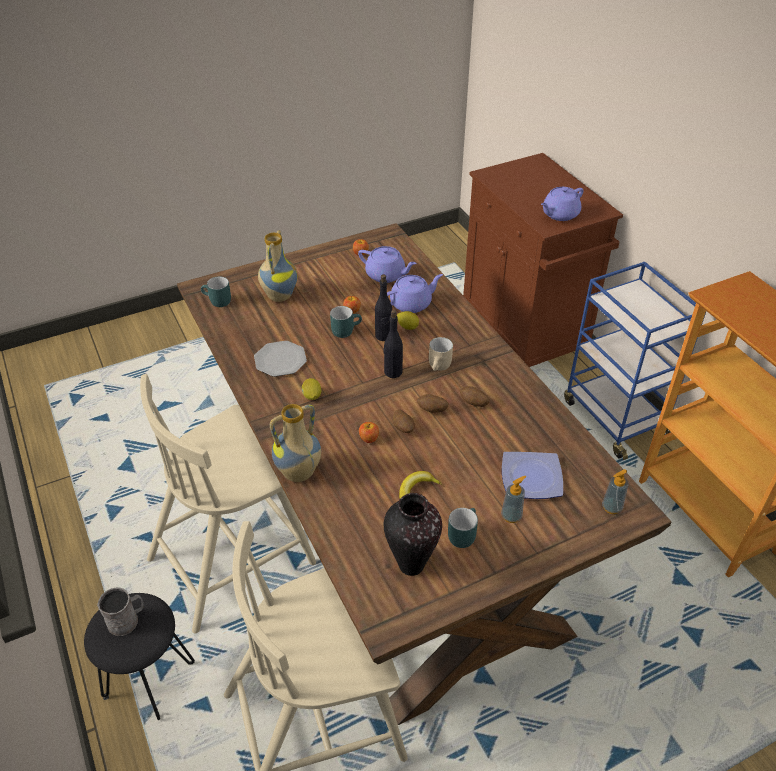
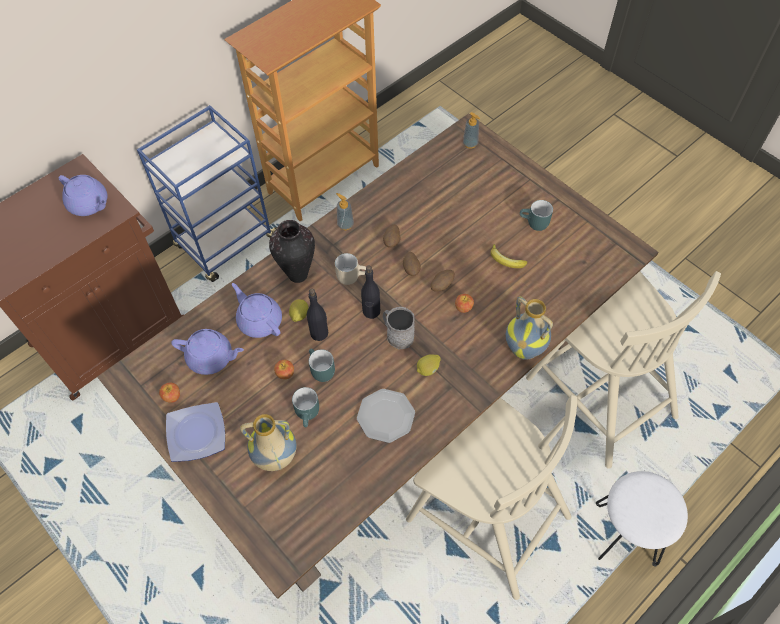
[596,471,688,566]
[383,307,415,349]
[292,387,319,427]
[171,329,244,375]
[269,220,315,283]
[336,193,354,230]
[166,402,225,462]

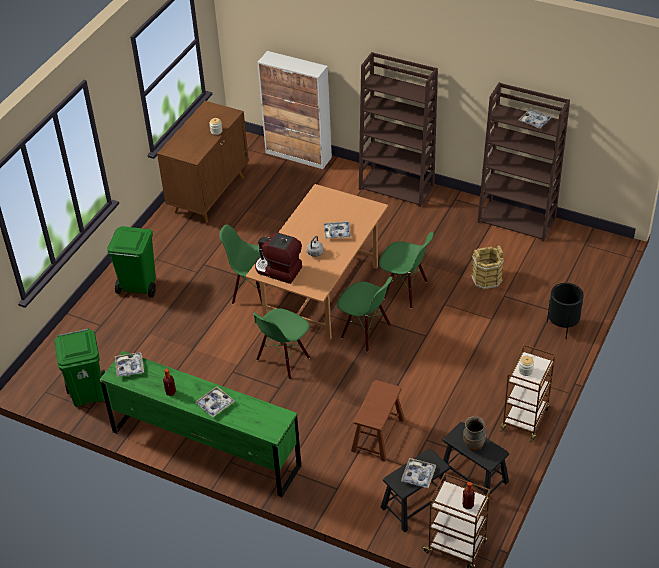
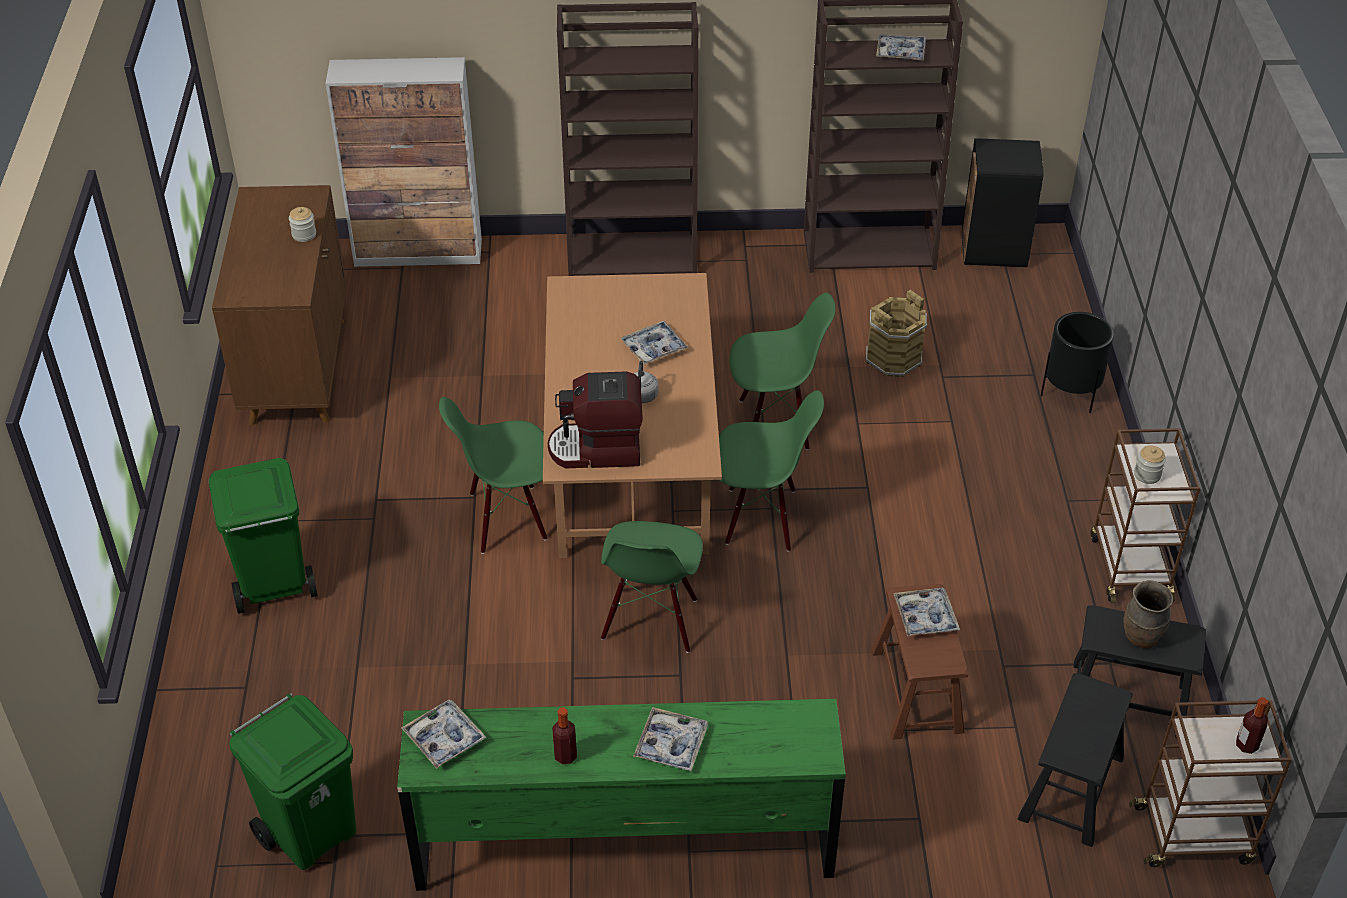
[893,588,960,637]
[962,138,1043,267]

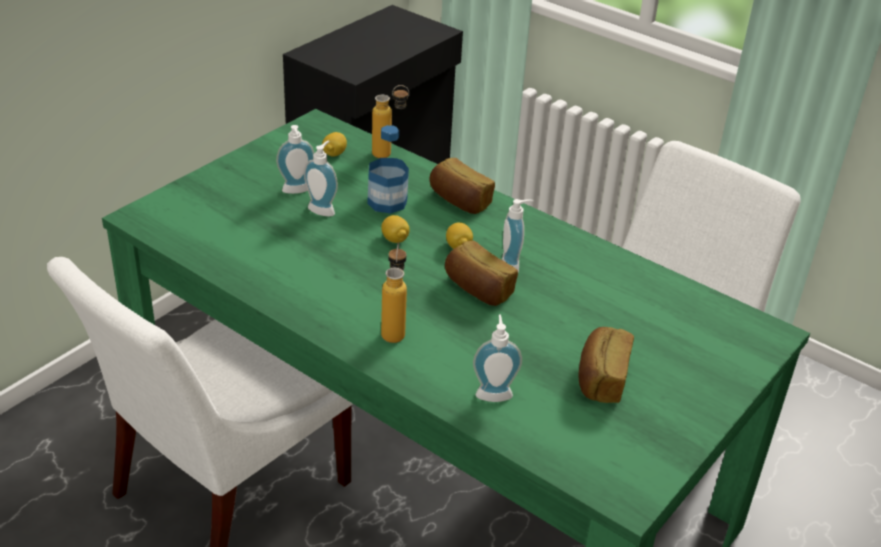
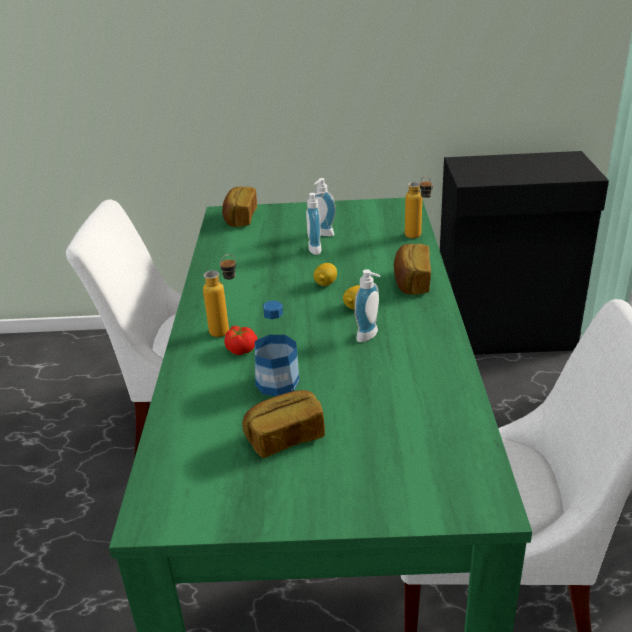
[322,132,347,156] (first image)
[255,301,300,396]
[222,186,257,227]
[473,314,522,402] (first image)
[224,326,258,355]

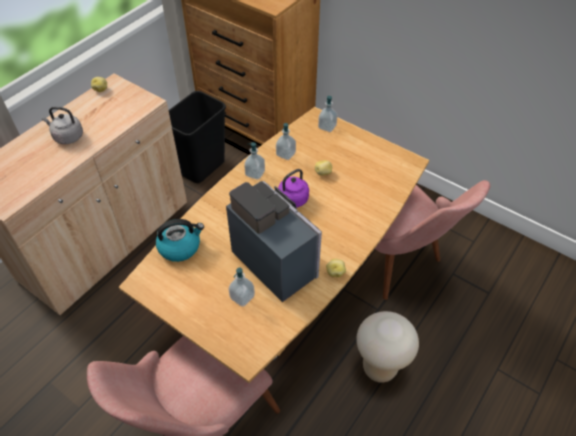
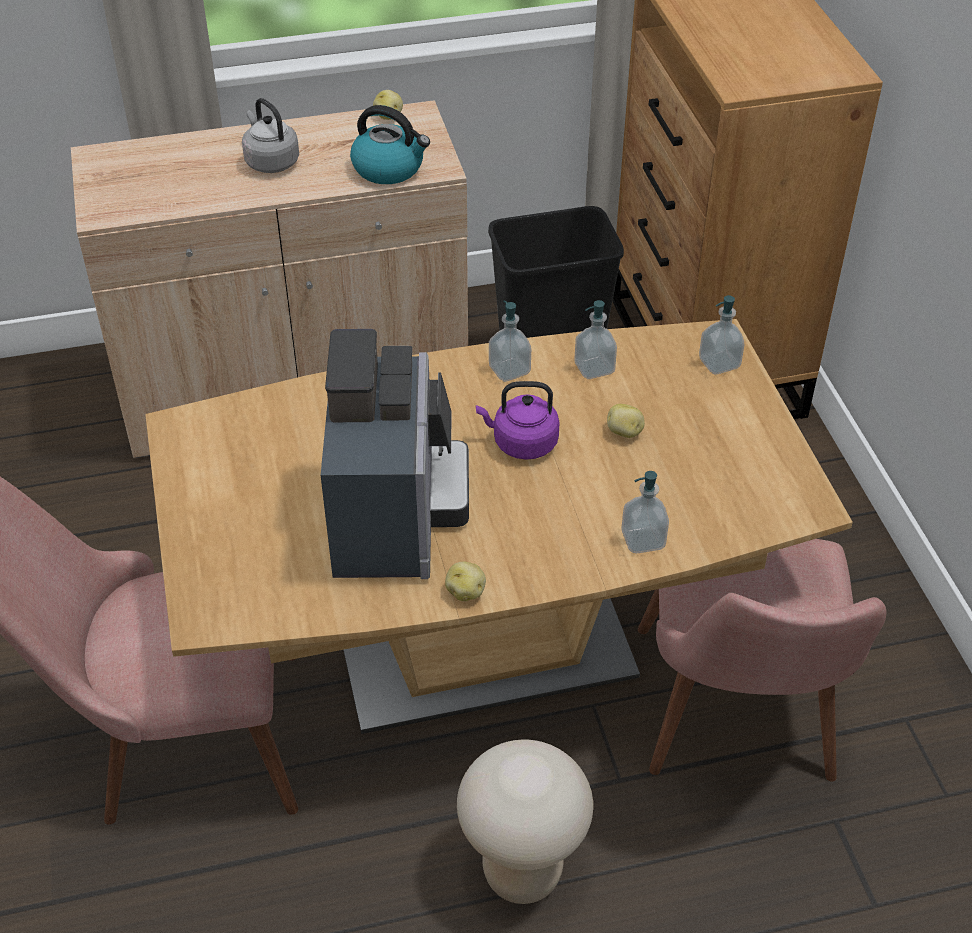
[350,105,430,184]
[621,471,669,553]

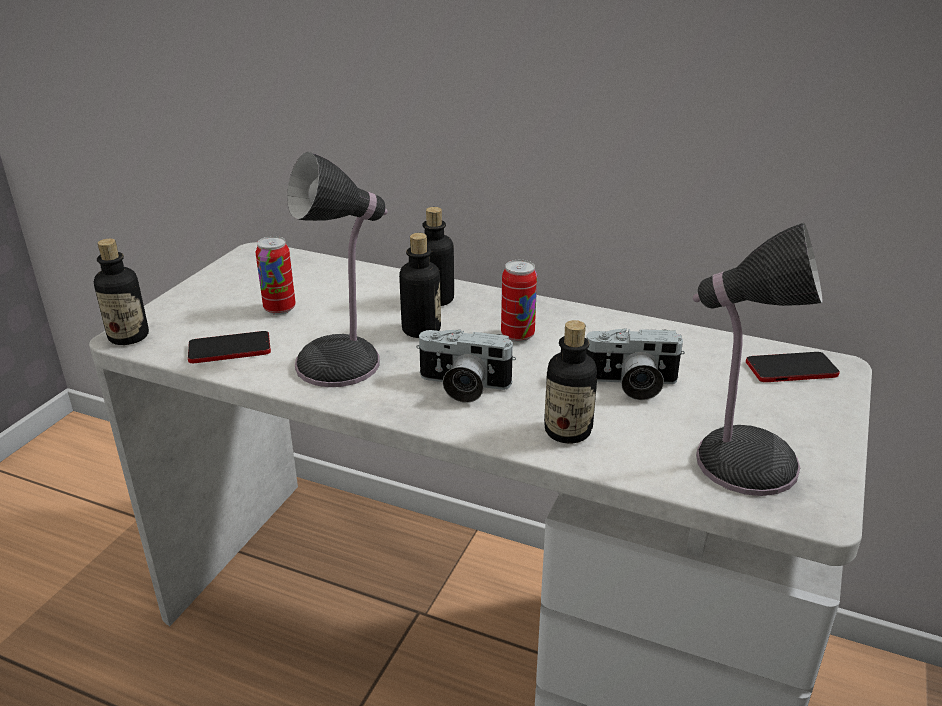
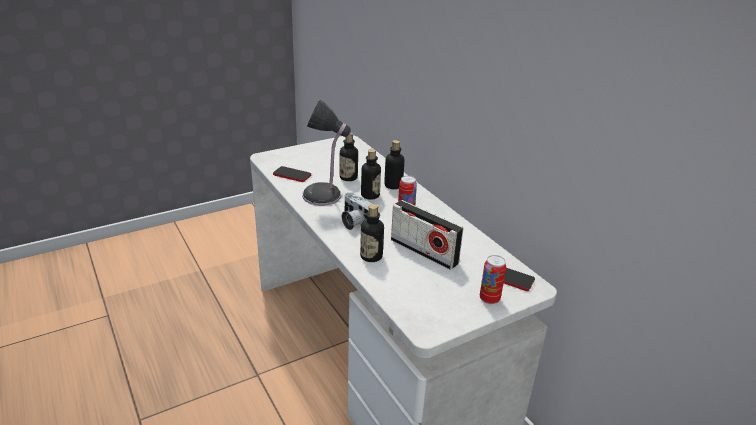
[340,134,358,181]
[480,255,506,304]
[391,200,464,270]
[693,223,822,496] (first image)

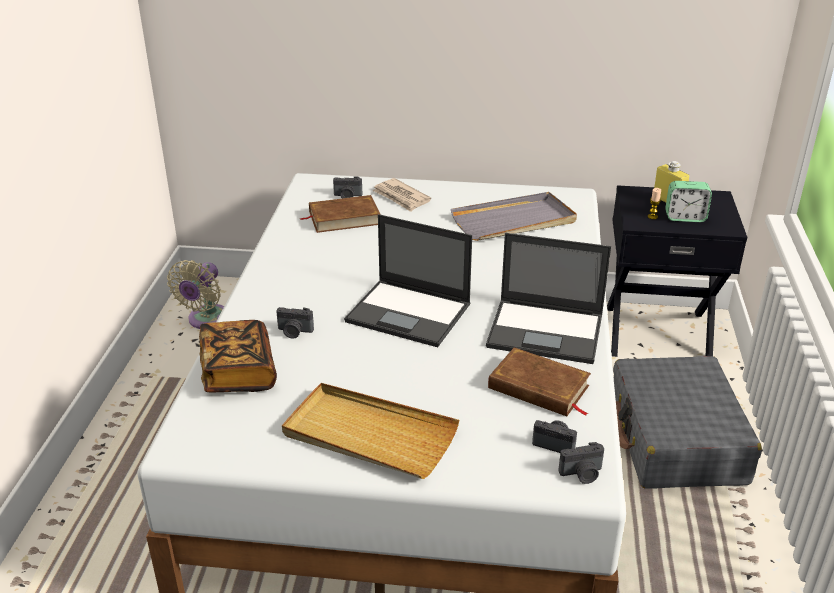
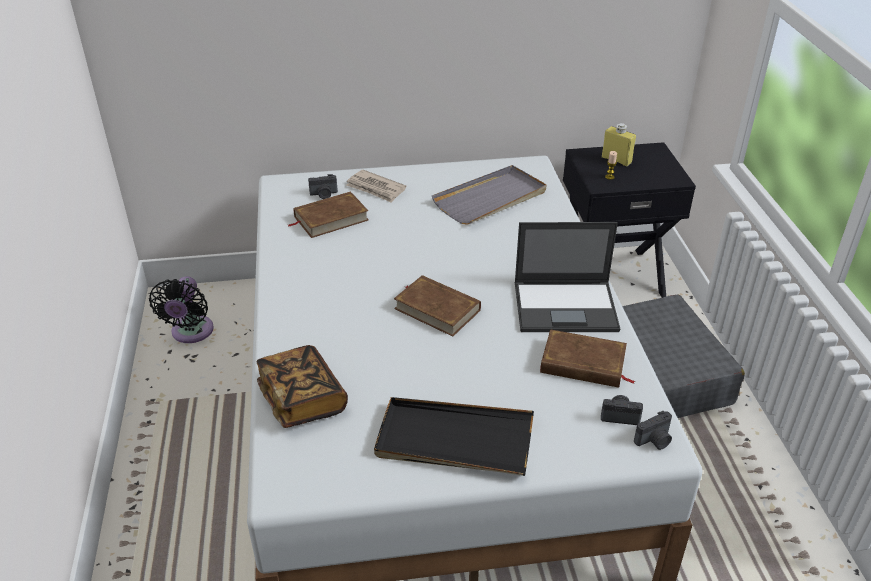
[149,276,214,343]
[276,307,314,339] (first image)
[374,397,534,476]
[394,275,481,336]
[665,181,712,222] (first image)

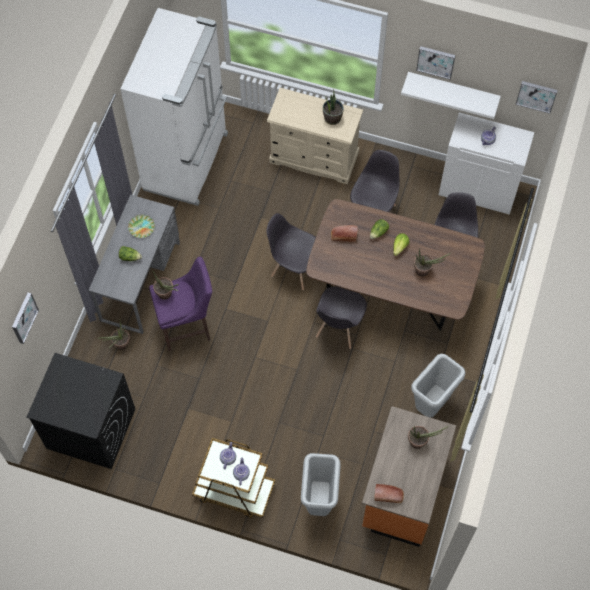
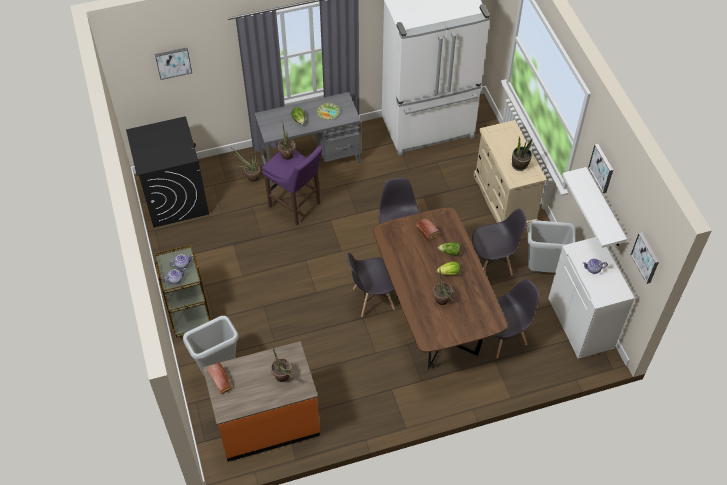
[527,220,576,273]

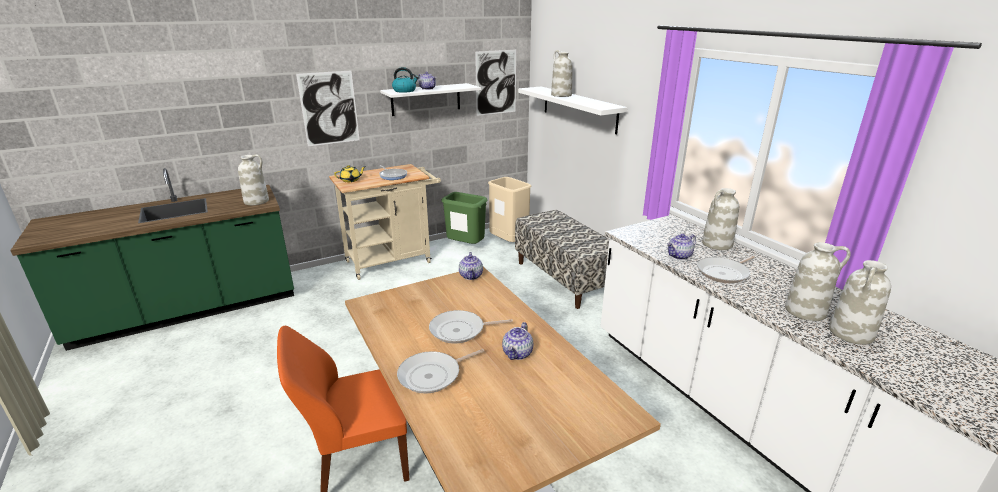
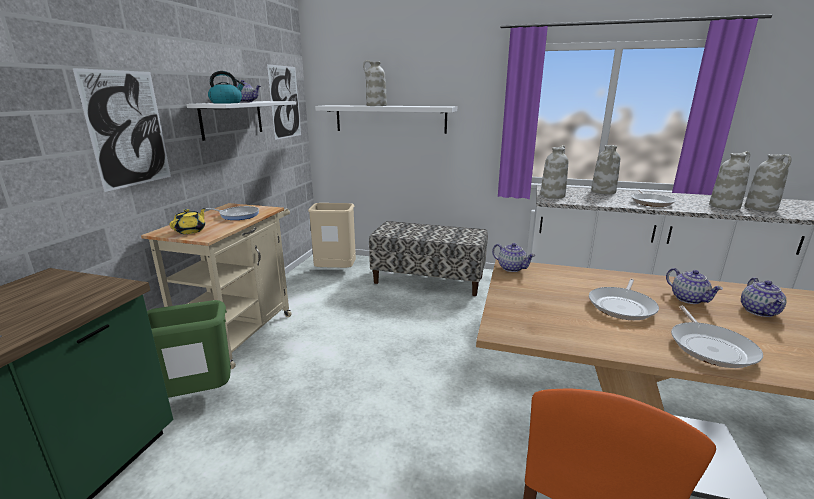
[540,145,568,199]
[147,300,231,398]
[741,278,786,317]

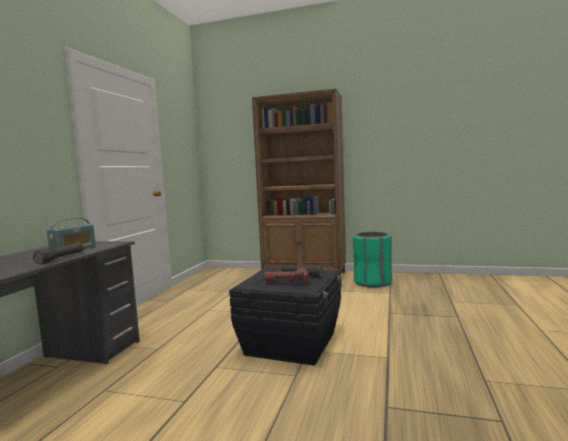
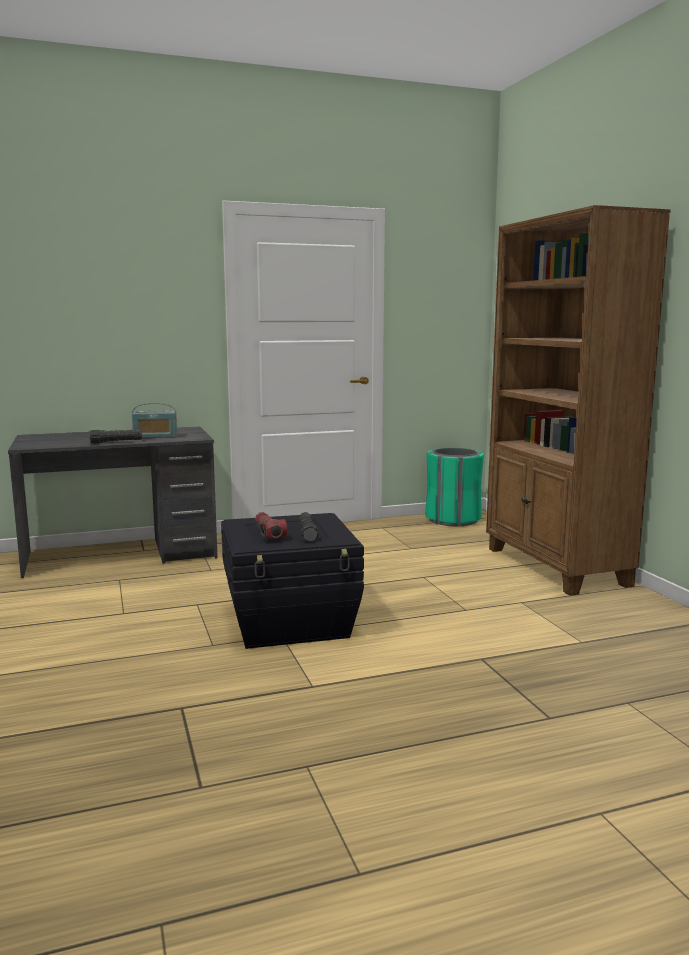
[425,448,484,526]

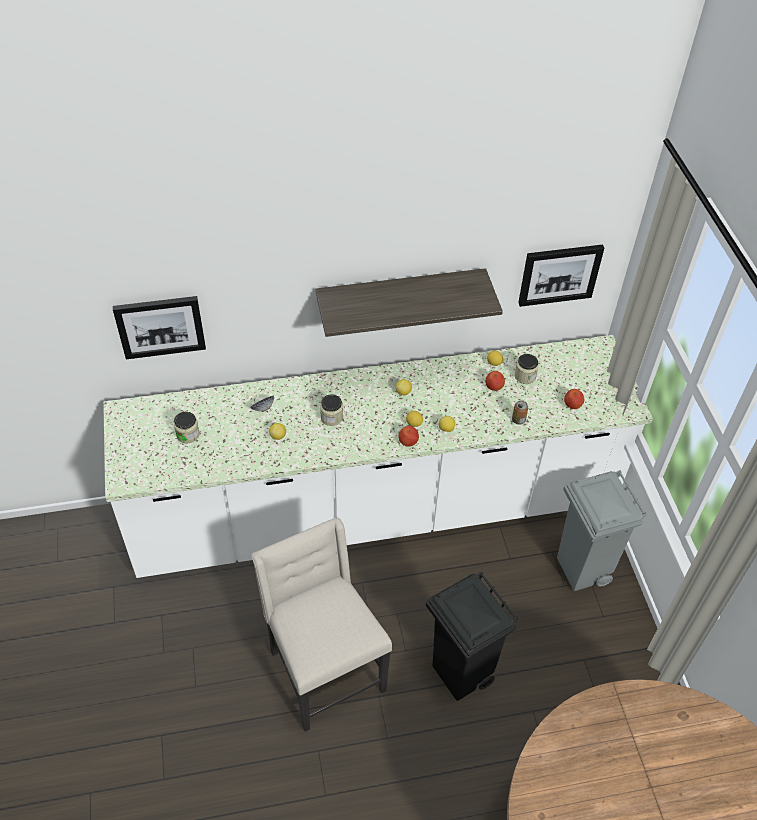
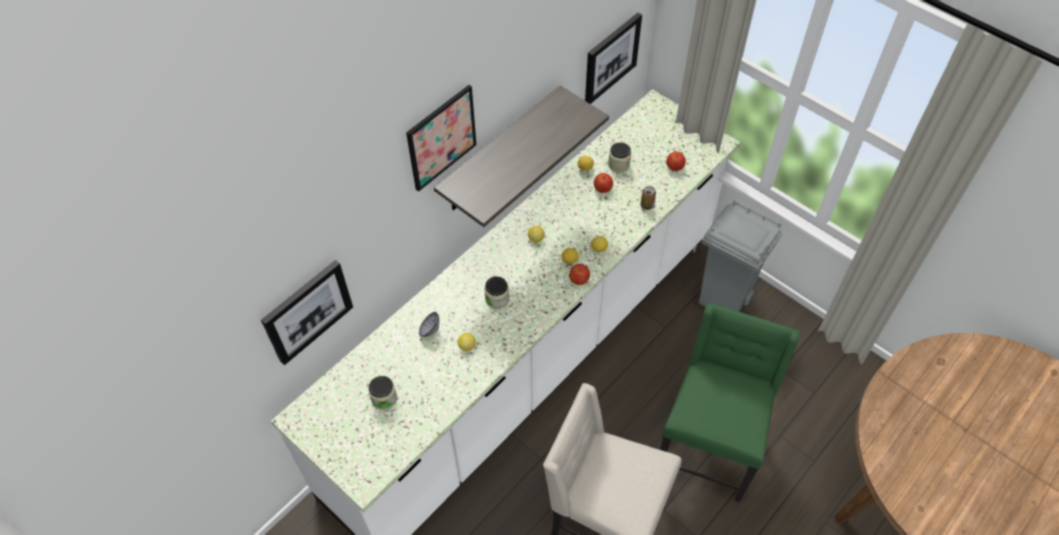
[660,303,800,502]
[406,85,476,192]

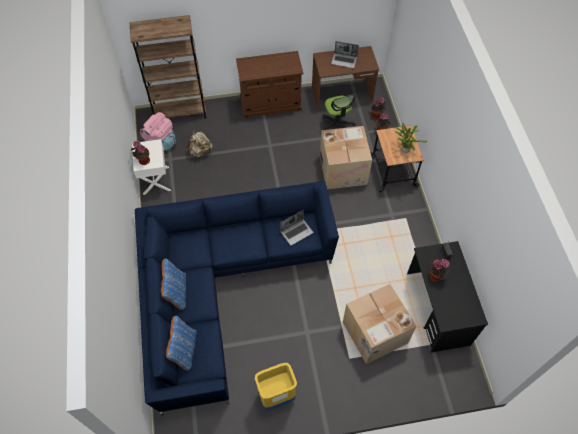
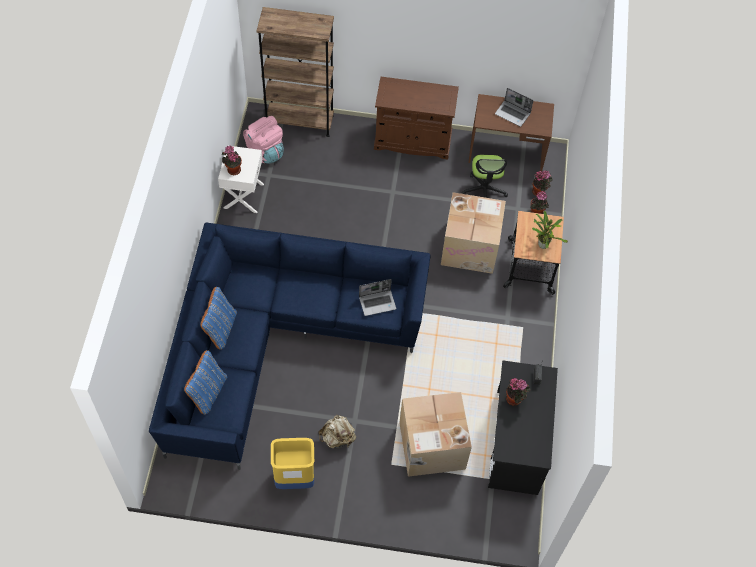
[318,415,356,448]

